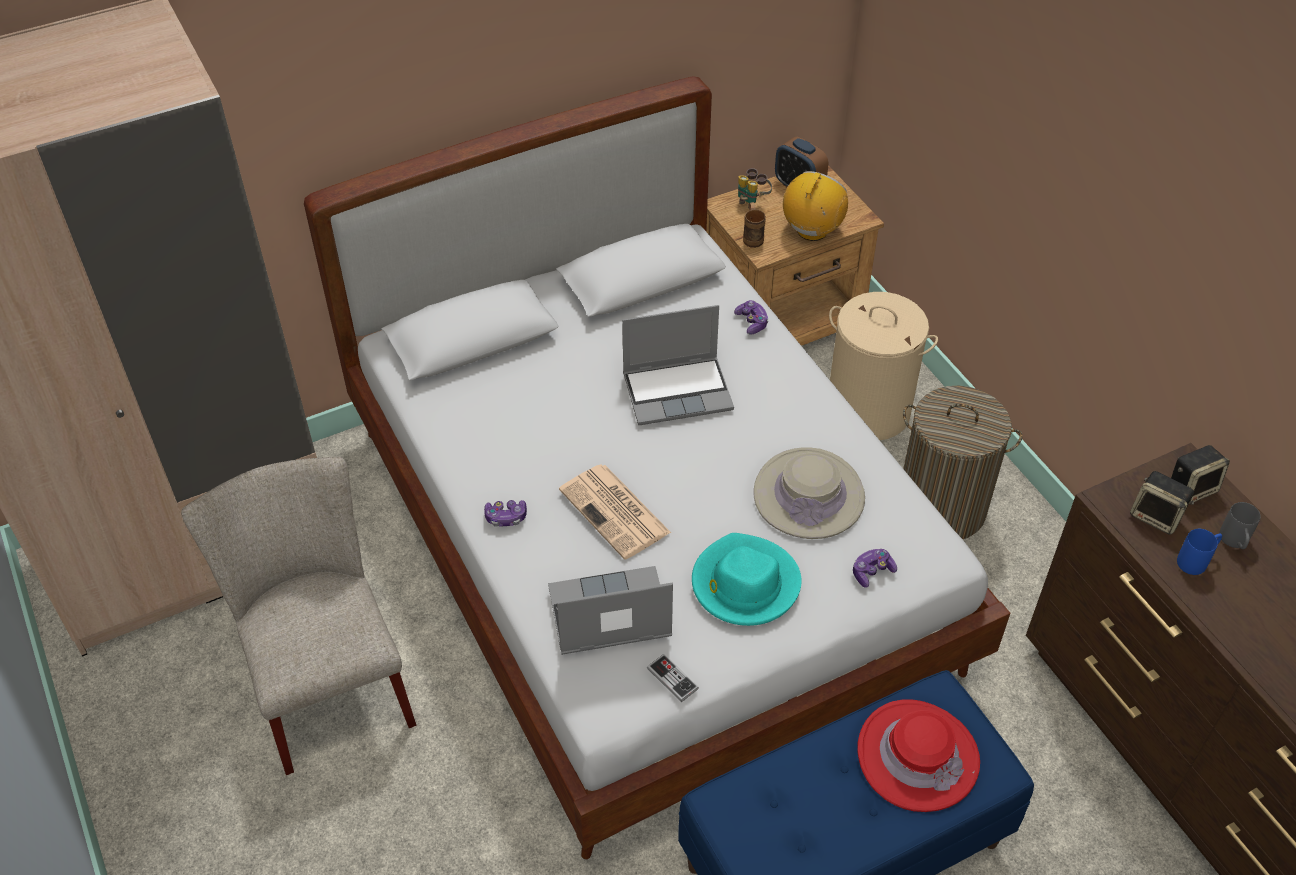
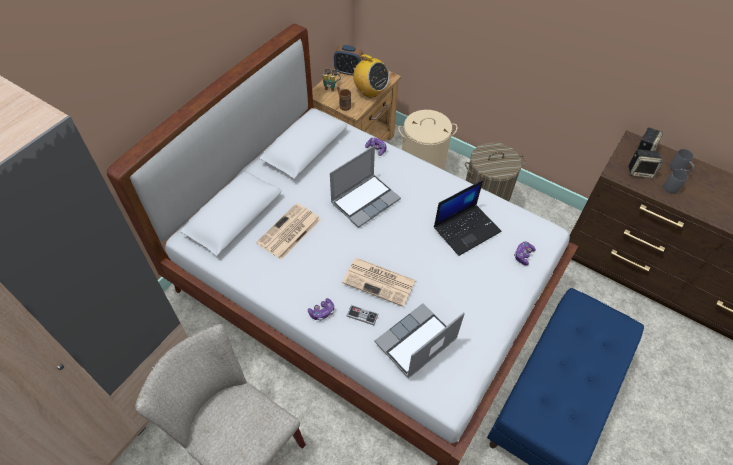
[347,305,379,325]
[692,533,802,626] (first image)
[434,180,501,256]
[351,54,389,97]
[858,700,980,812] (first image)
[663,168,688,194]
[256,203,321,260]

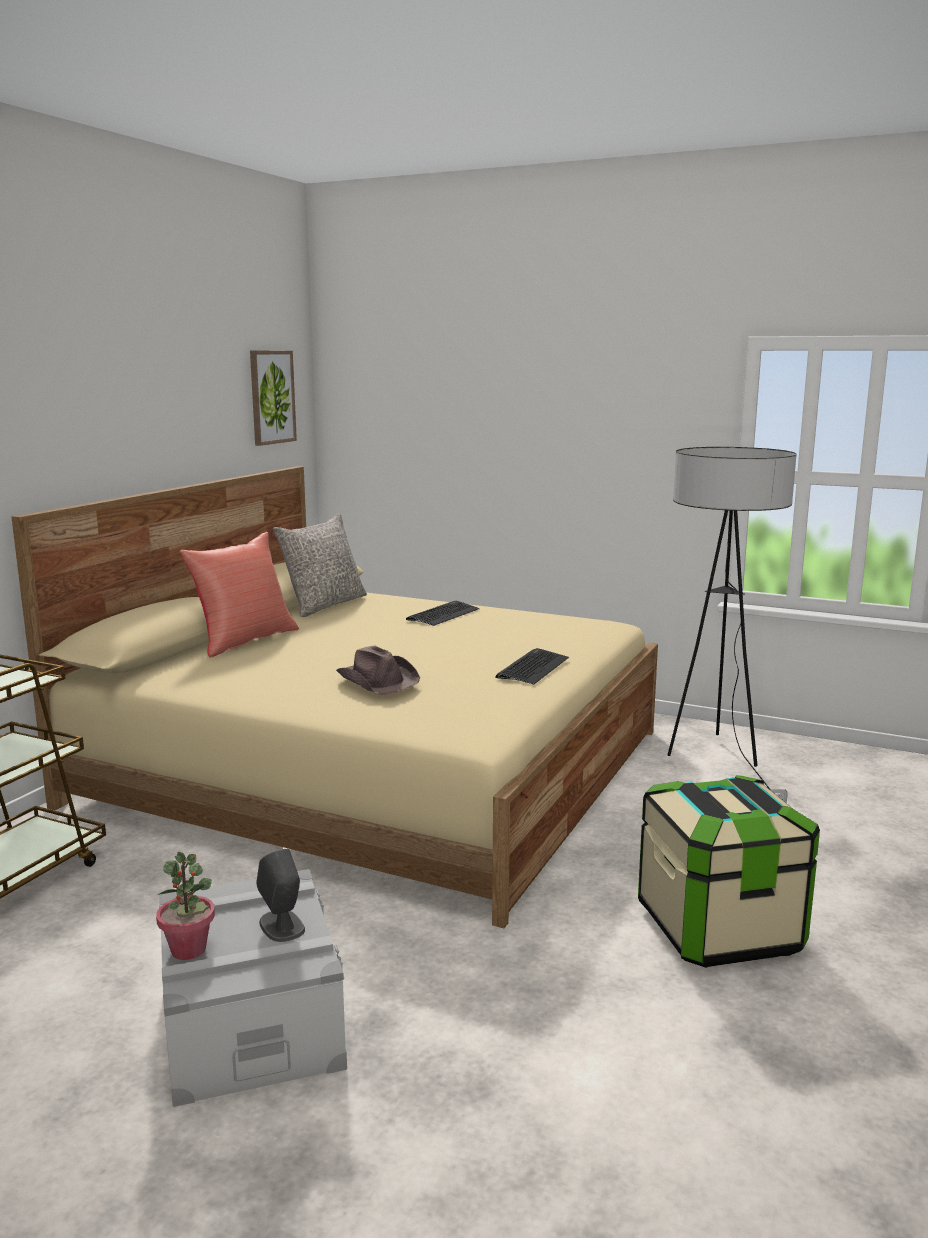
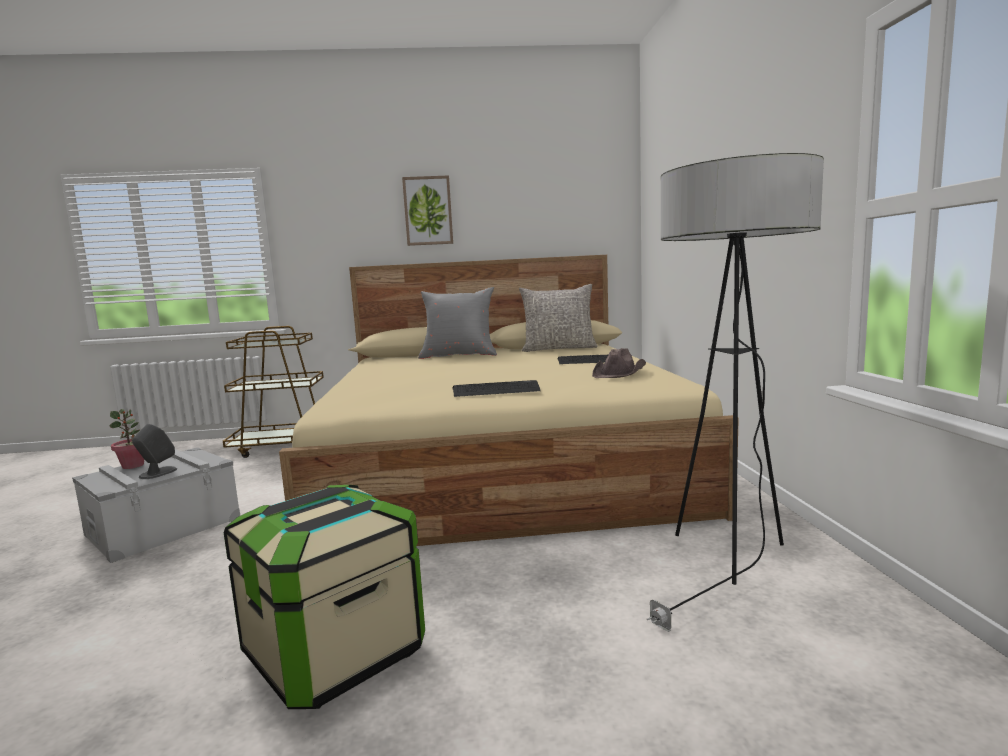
[418,287,497,359]
[402,175,453,246]
[592,348,646,378]

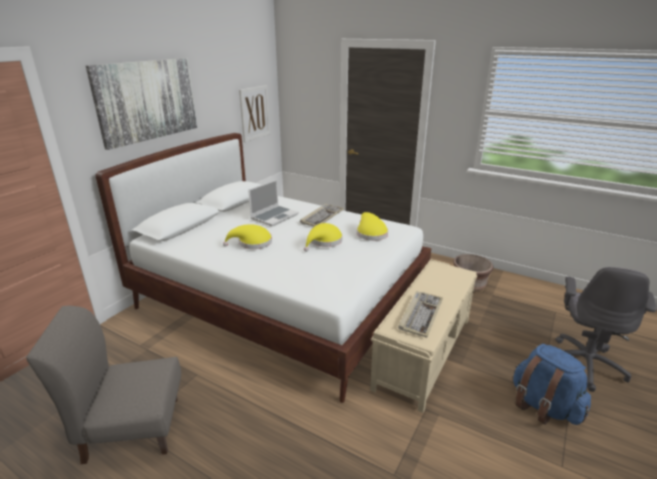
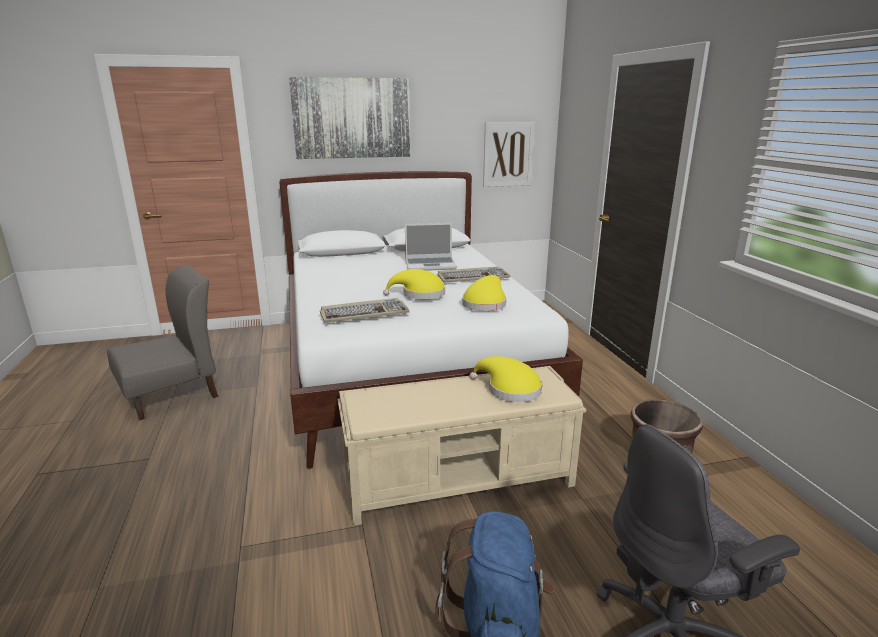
[107,265,219,420]
[470,356,542,402]
[320,298,410,323]

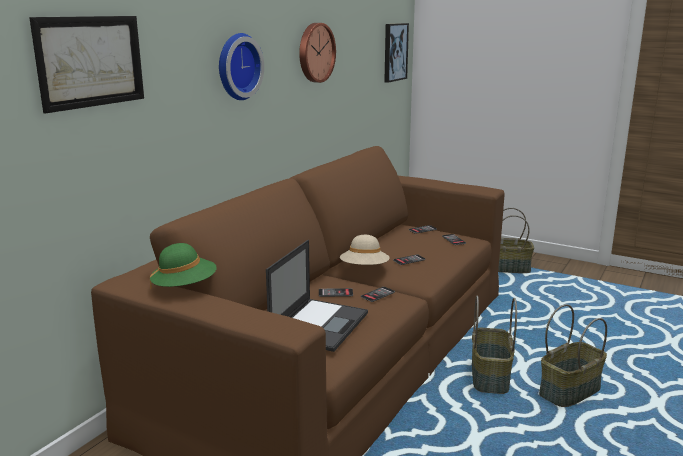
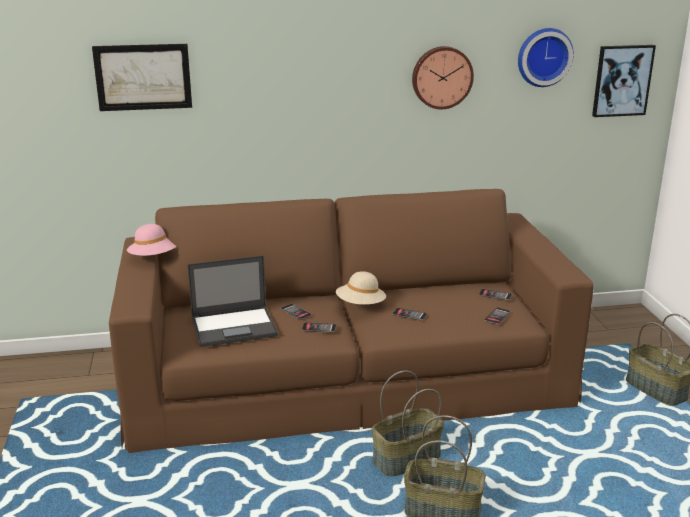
[127,224,177,256]
[518,28,574,87]

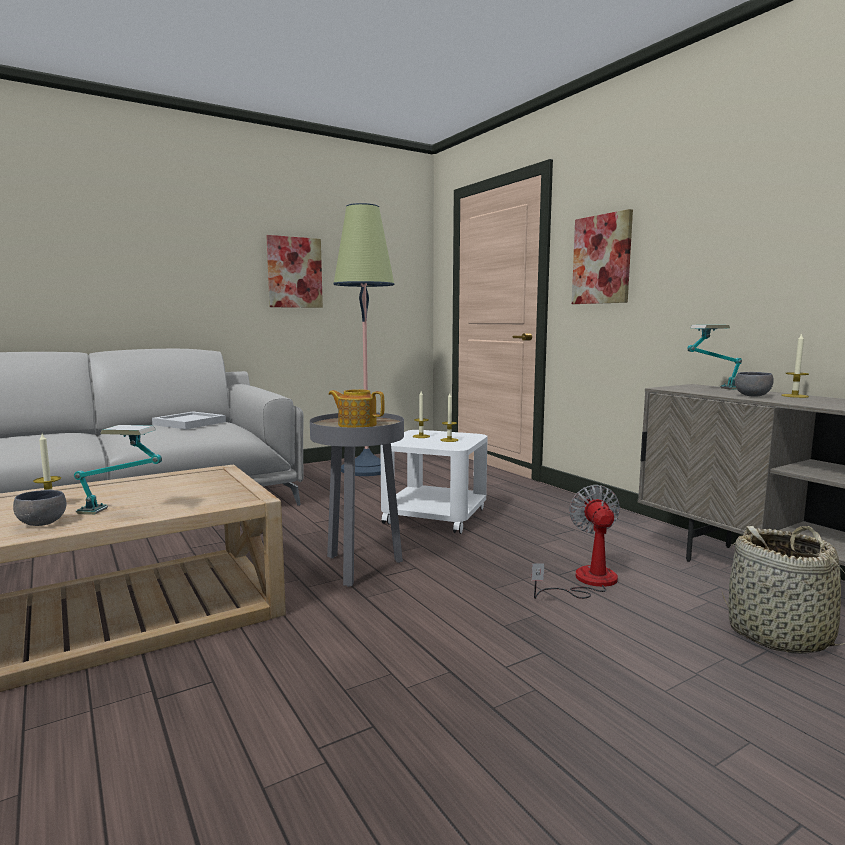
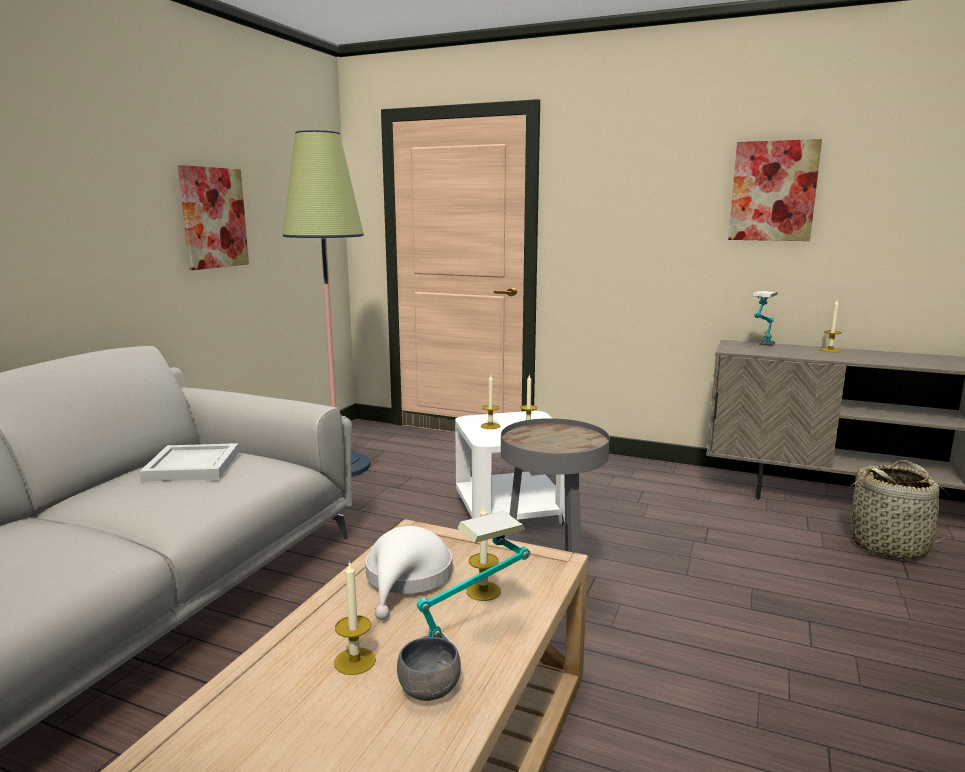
[328,389,385,427] (first image)
[532,485,620,599] (first image)
[728,139,822,241]
[735,372,774,396] (first image)
[365,526,452,620]
[466,504,501,601]

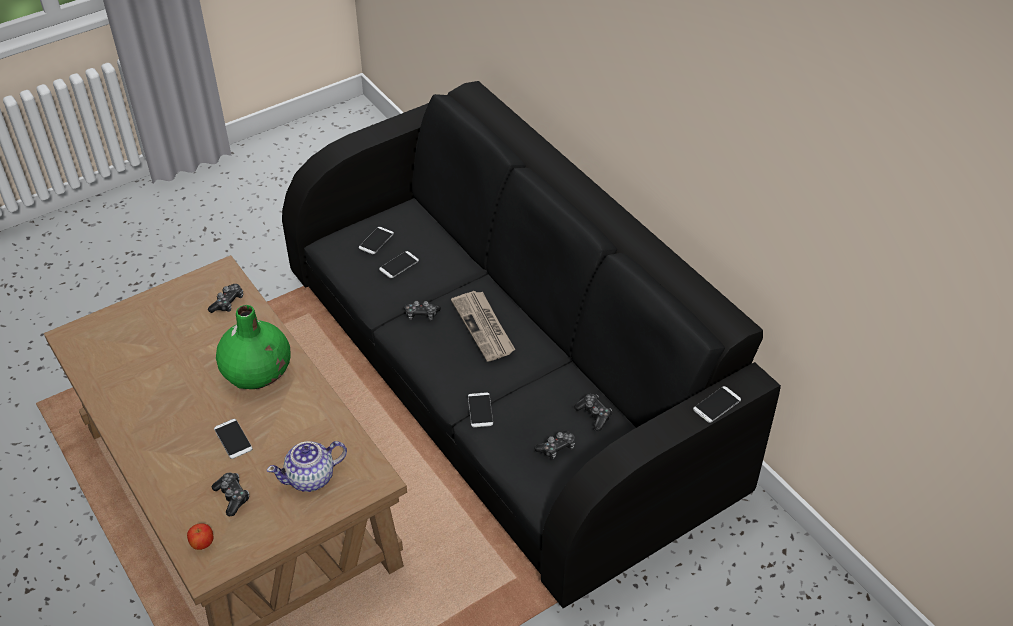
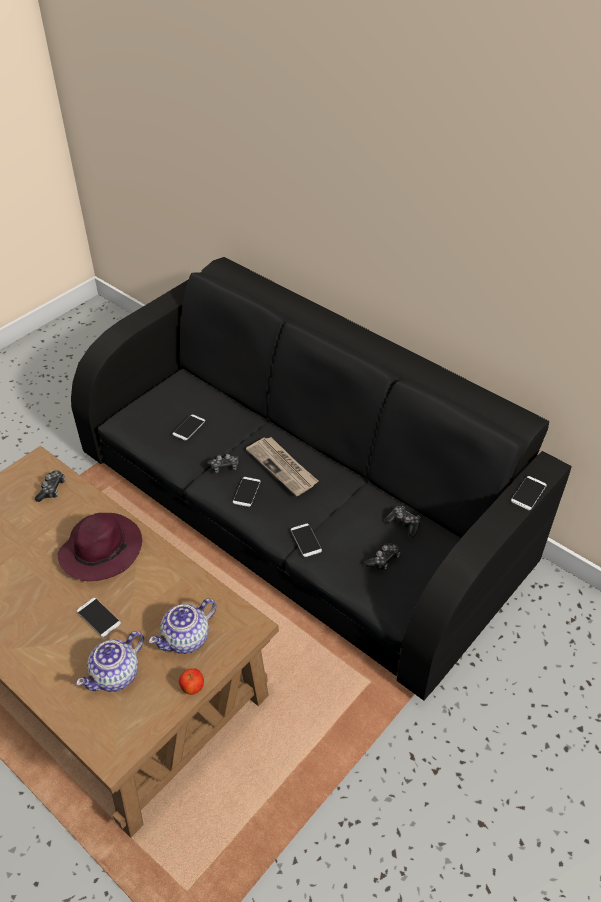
[179,668,204,695]
[76,631,144,692]
[58,513,142,582]
[233,477,261,507]

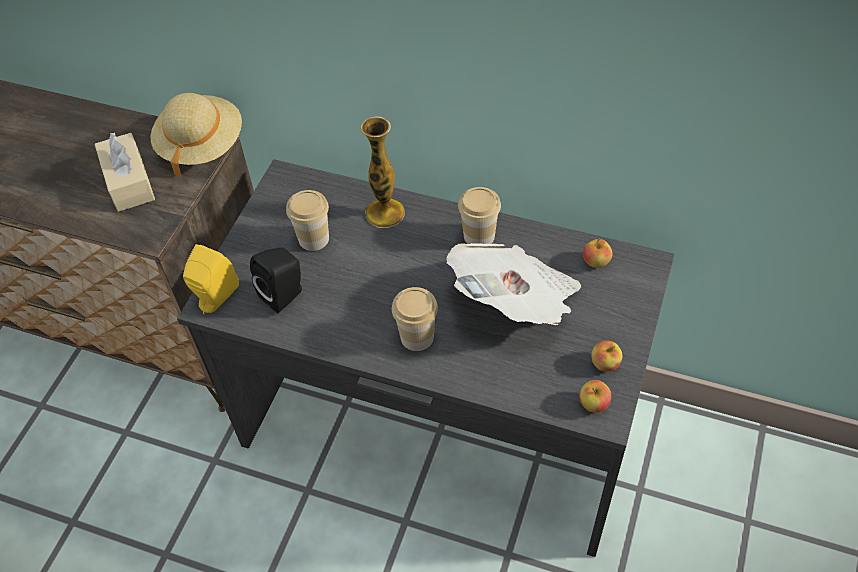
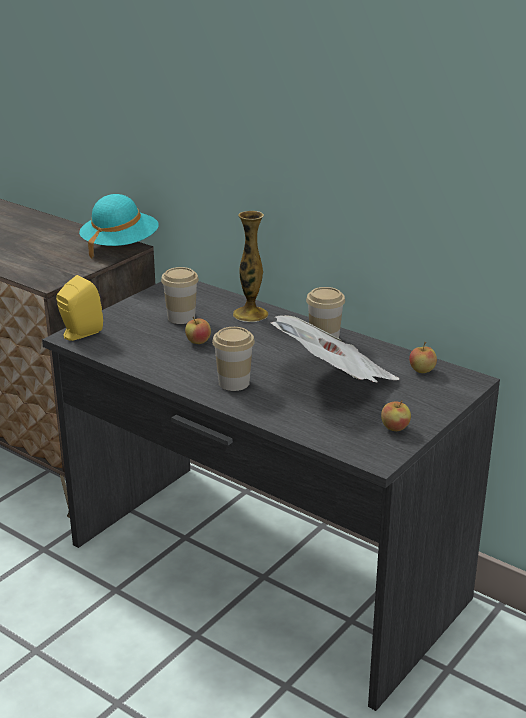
[95,132,155,212] (first image)
[79,194,159,259]
[250,248,302,313] (first image)
[185,316,211,344]

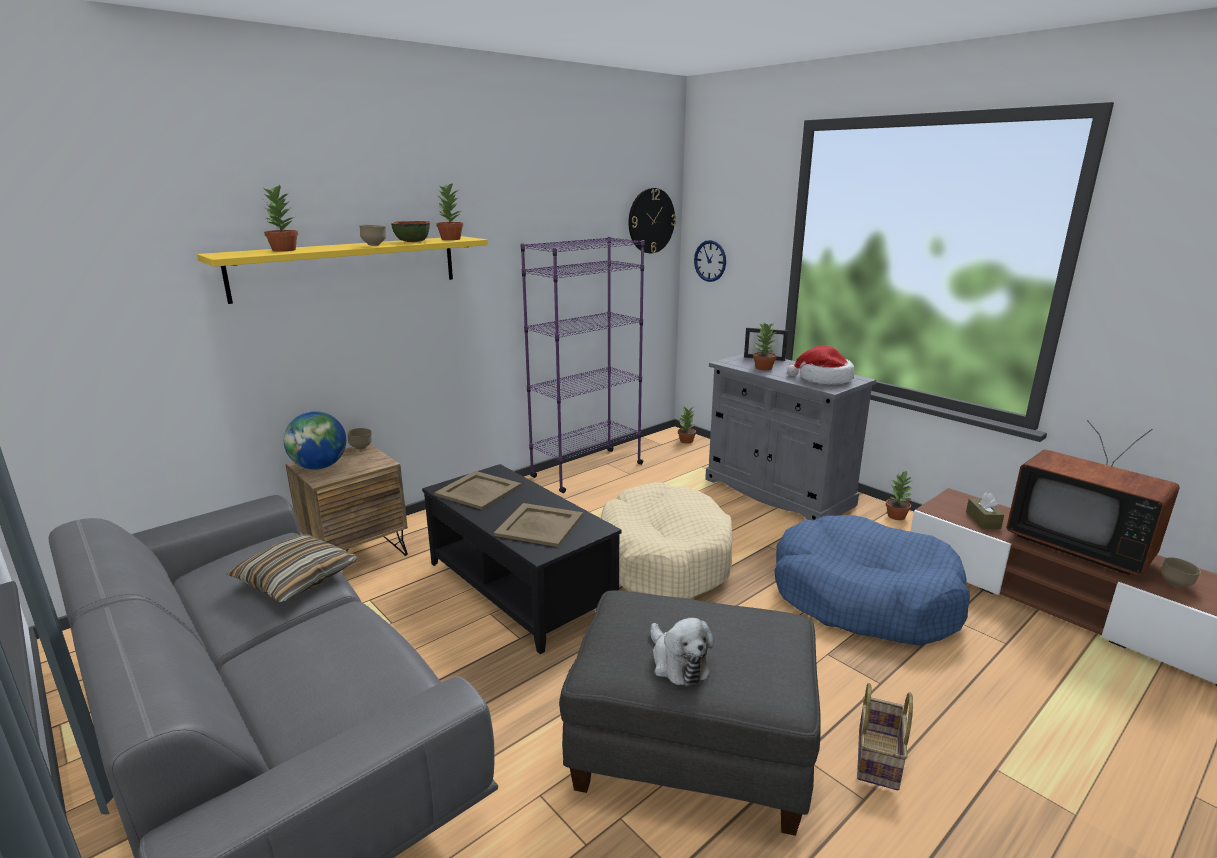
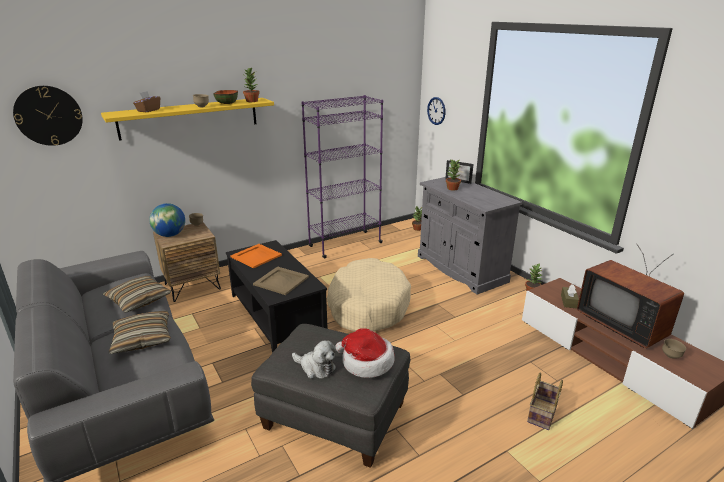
[133,91,160,112]
[230,244,282,268]
[13,86,83,146]
[292,340,336,379]
[774,515,970,646] (first image)
[336,328,395,378]
[527,373,563,430]
[109,311,171,354]

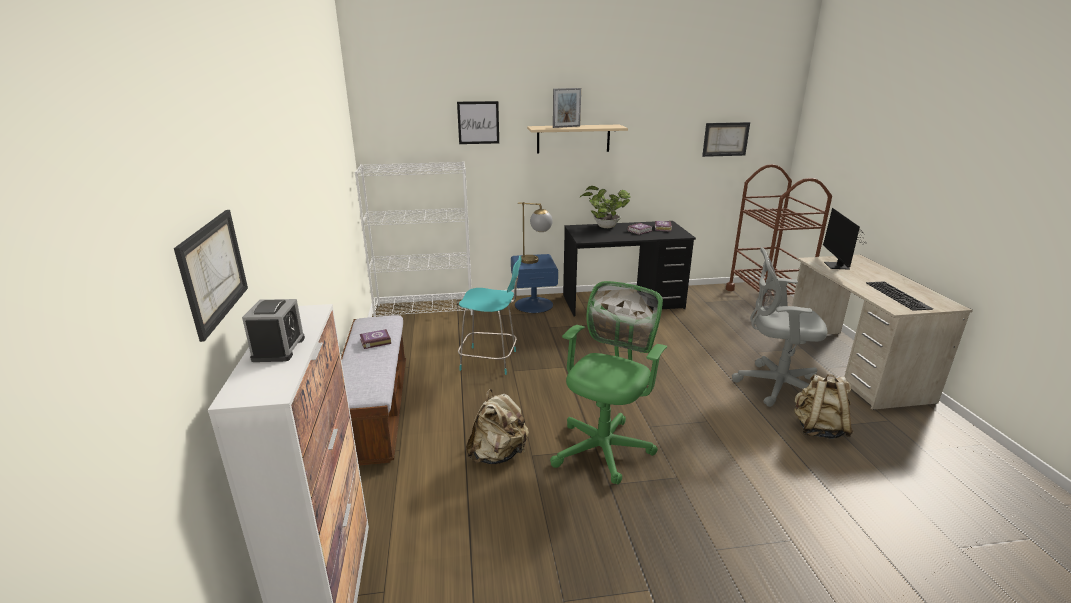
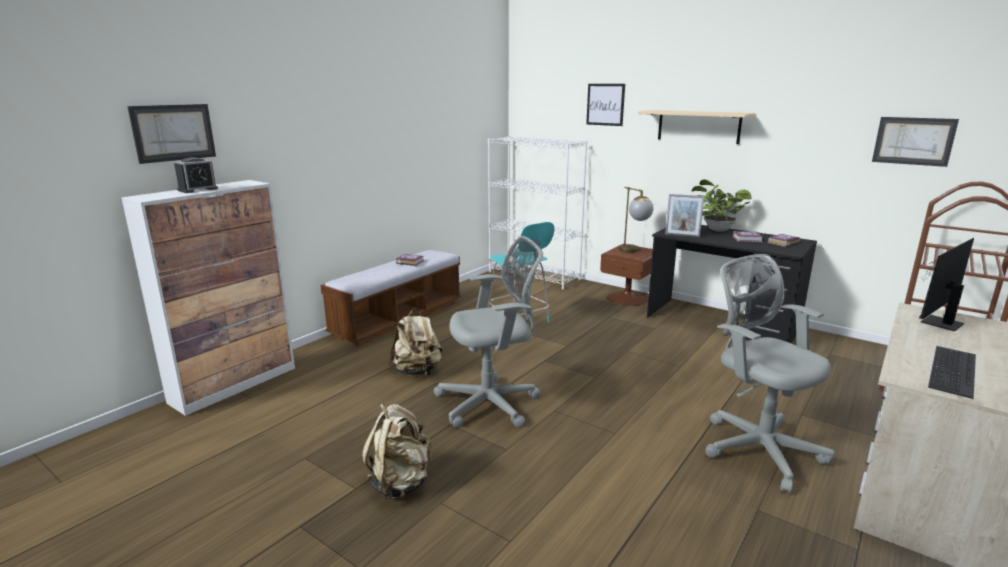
[600,244,653,306]
[434,236,543,428]
[665,194,705,237]
[362,404,432,499]

